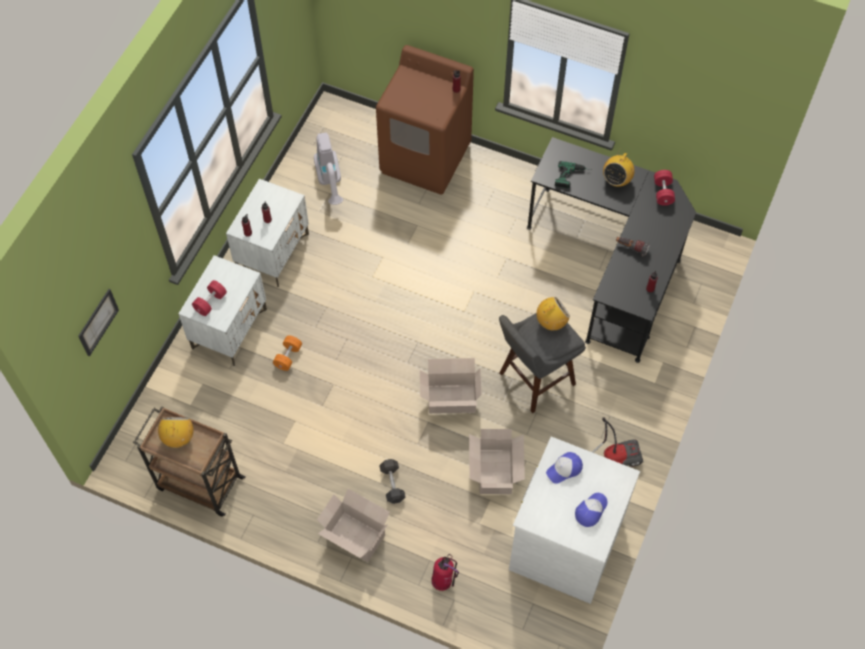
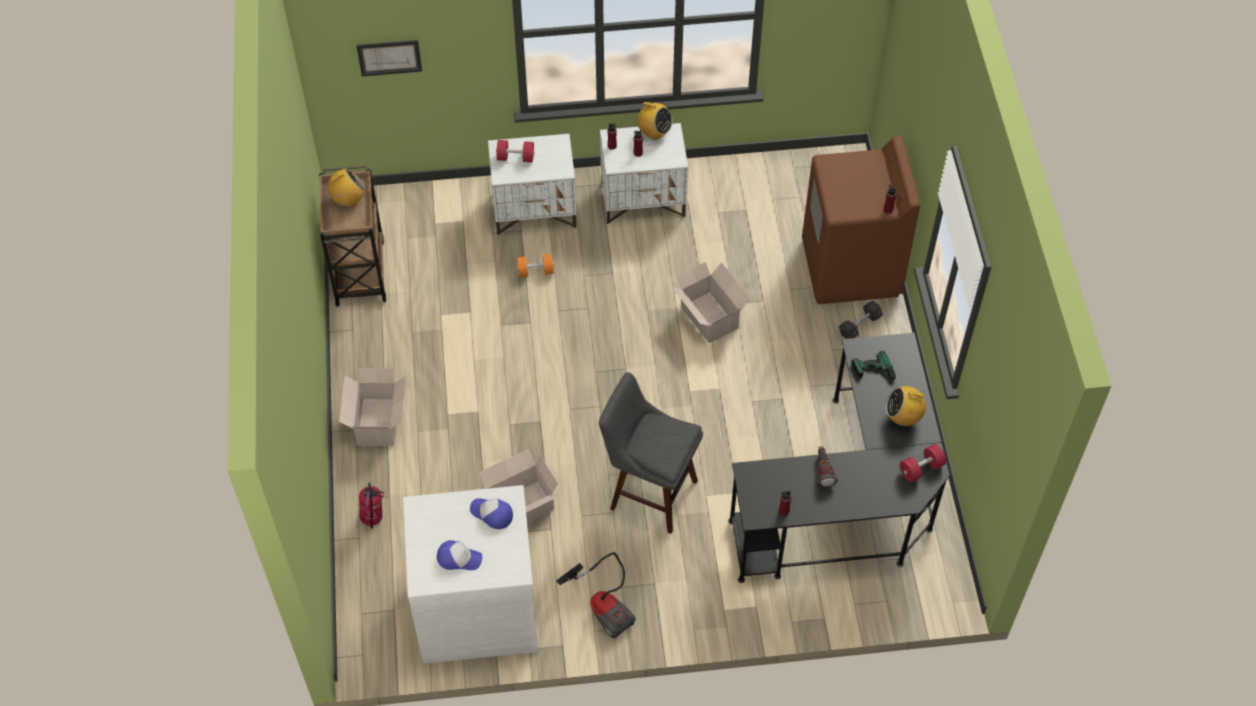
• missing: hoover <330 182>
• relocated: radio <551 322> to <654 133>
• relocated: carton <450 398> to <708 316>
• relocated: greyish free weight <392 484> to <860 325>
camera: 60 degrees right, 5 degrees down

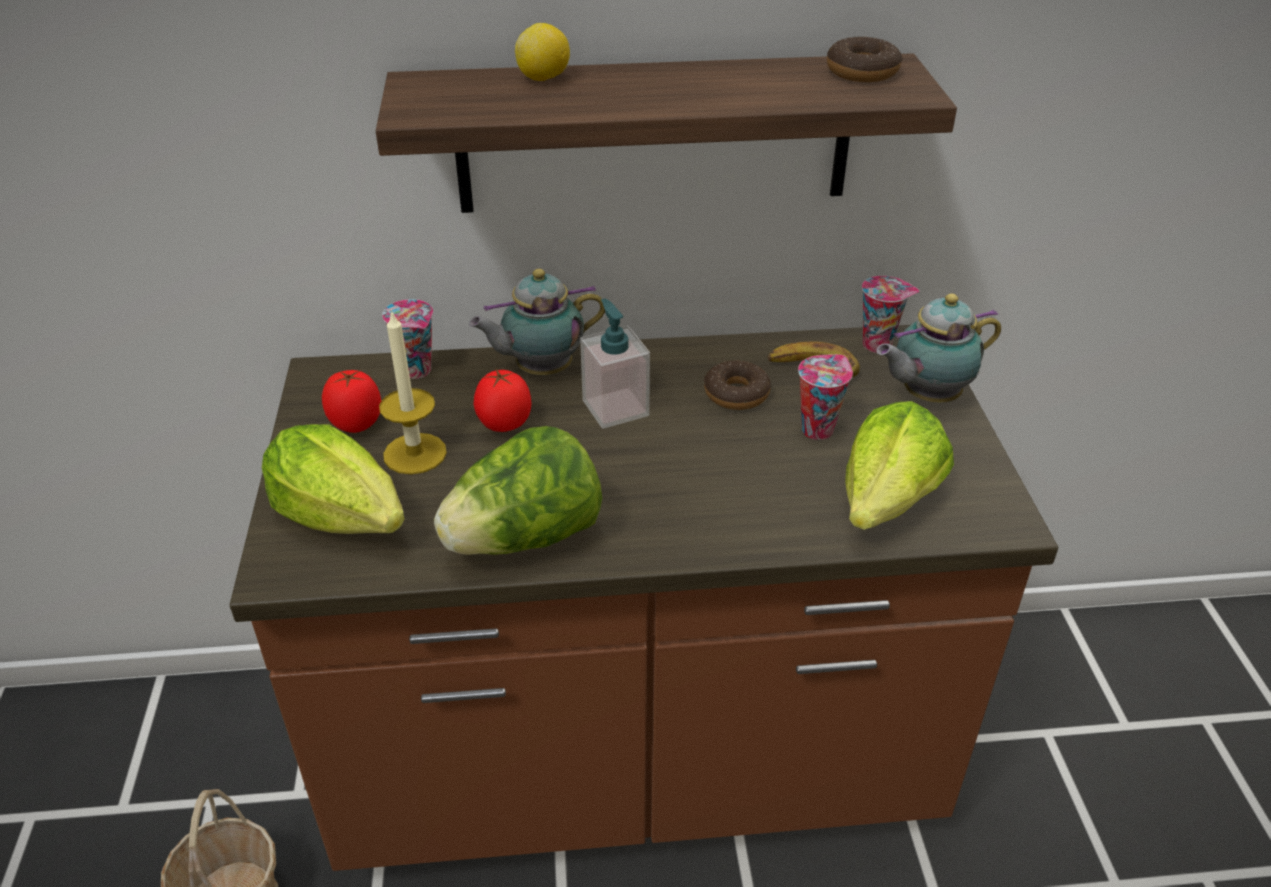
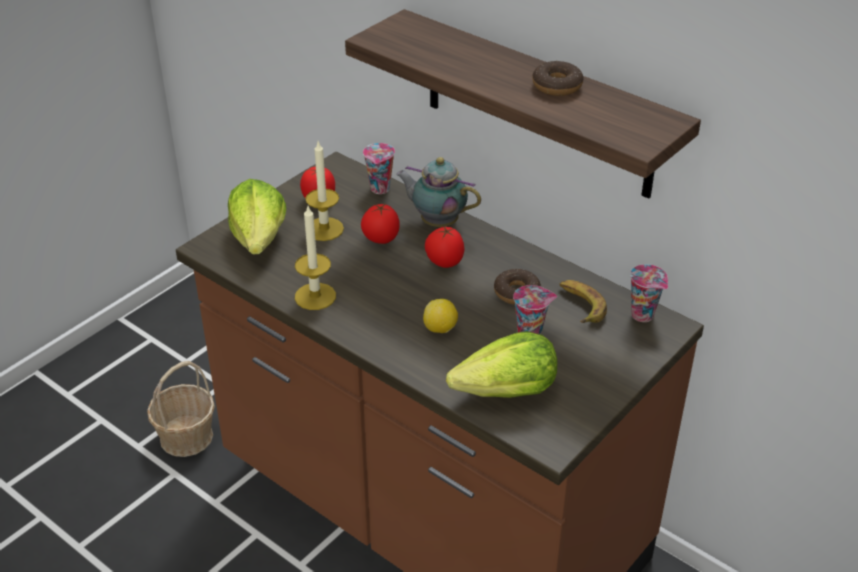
• relocated: citrus fruit <544 78> to <440 329>
• relocated: doughnut <862 72> to <557 86>
• missing: teapot <926 396>
• exchanged: soap bottle <615 408> to fresh tomato <444 262>
• exchanged: lettuce head <525 539> to candle <315 296>
camera: 45 degrees right, 0 degrees up

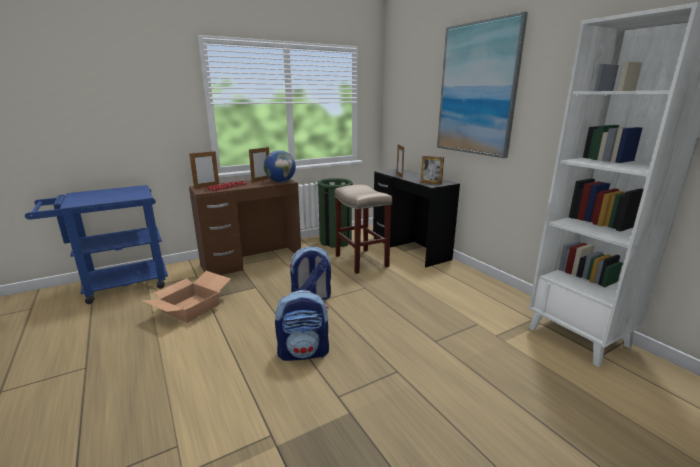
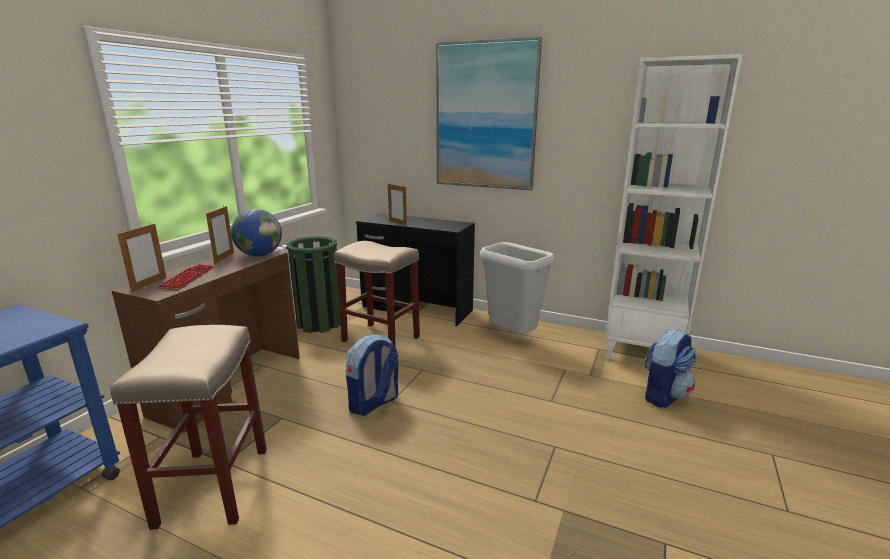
• missing: photo frame <431 183>
• exchanged: carton <191 307> to beige stool <213 484>
• relocated: knapsack <304 352> to <663 395>
• appeared: greyish rubbish bin <513 337>
camera: 35 degrees left, 0 degrees up

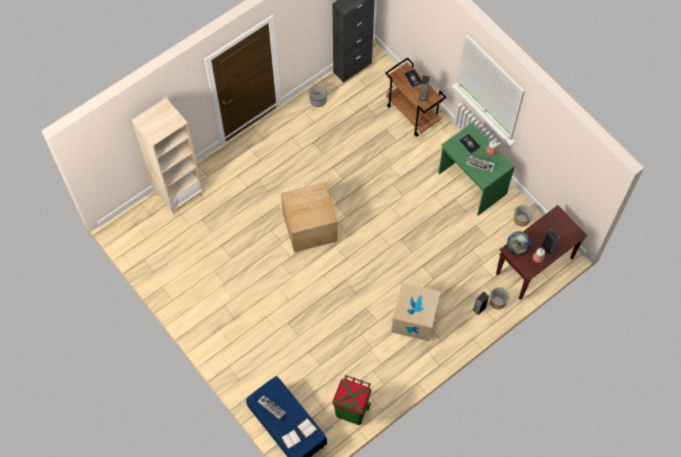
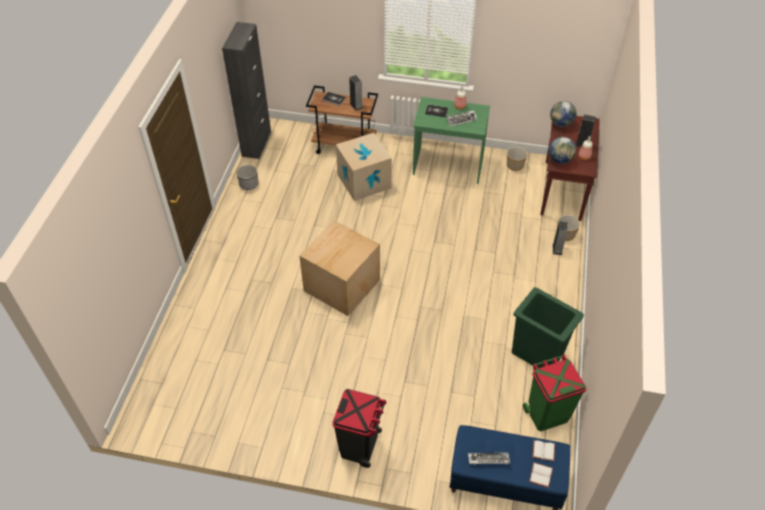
• missing: beige bookshelf <179 194>
• relocated: carton <414 319> to <364 181>
• appeared: globe <561 124>
• appeared: green rubbish bin <538 354>
• appeared: black rubbish bin <360 446>
camera: 40 degrees left, 15 degrees down

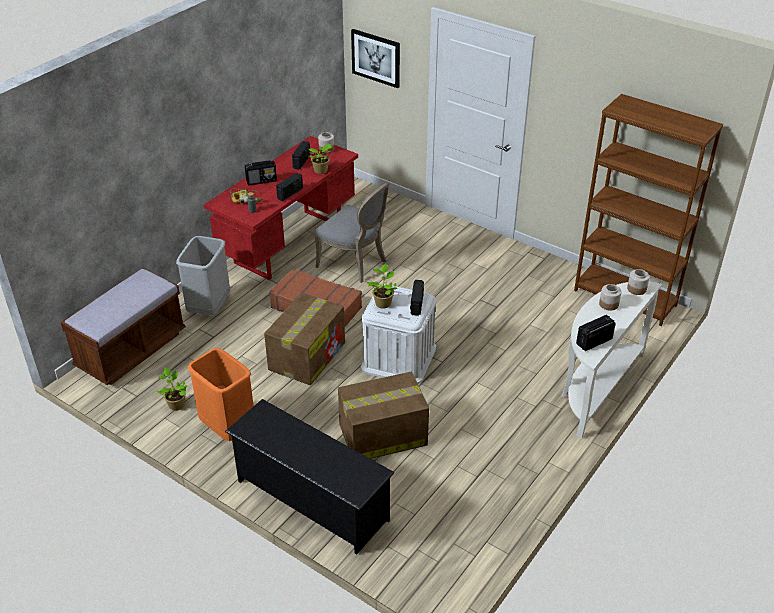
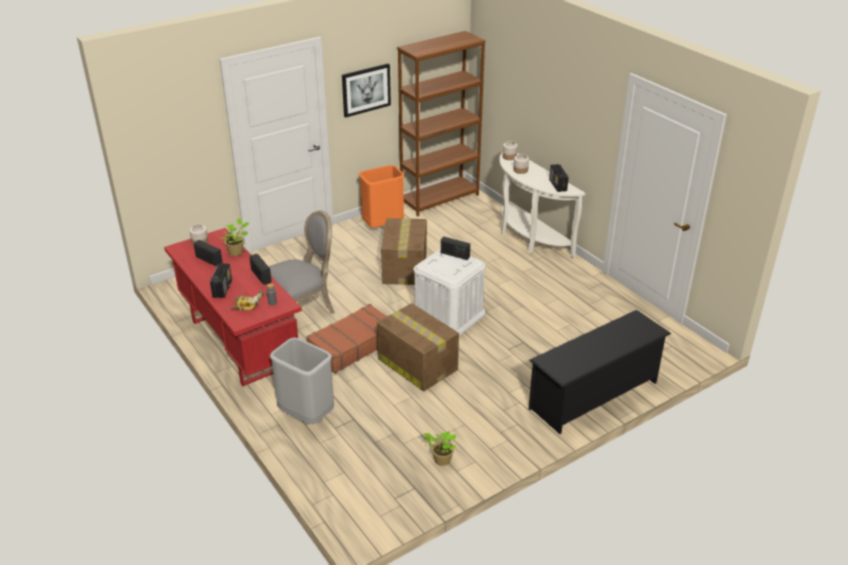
• relocated: wall picture <376 58> to <366 90>
• missing: potted plant <383 303>
• missing: brownish long seat <131 350>
• relocated: orange-coloured rubbish bin <227 428> to <383 226>
• relocated: carton <381 435> to <405 268>
camera: 70 degrees left, 5 degrees down

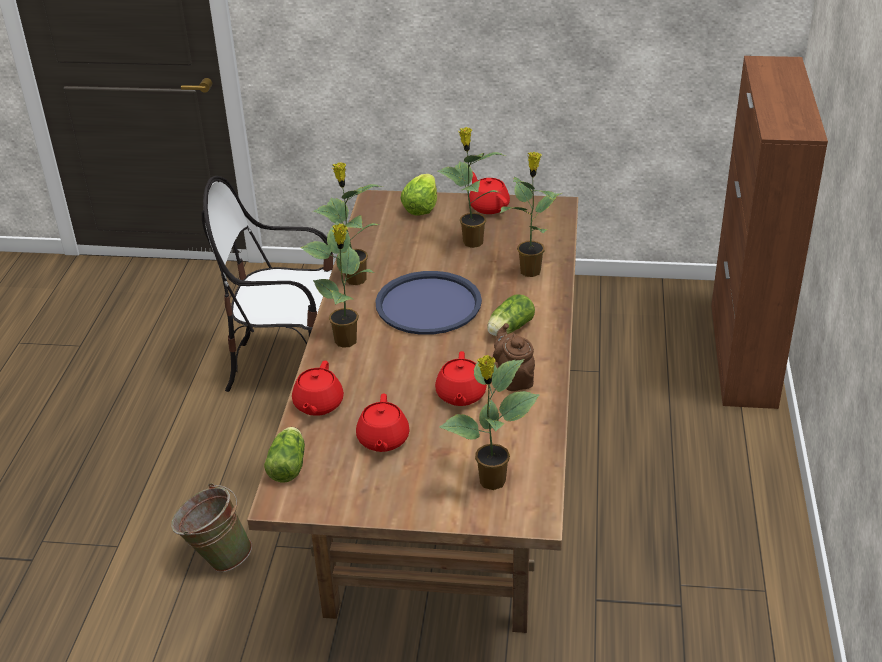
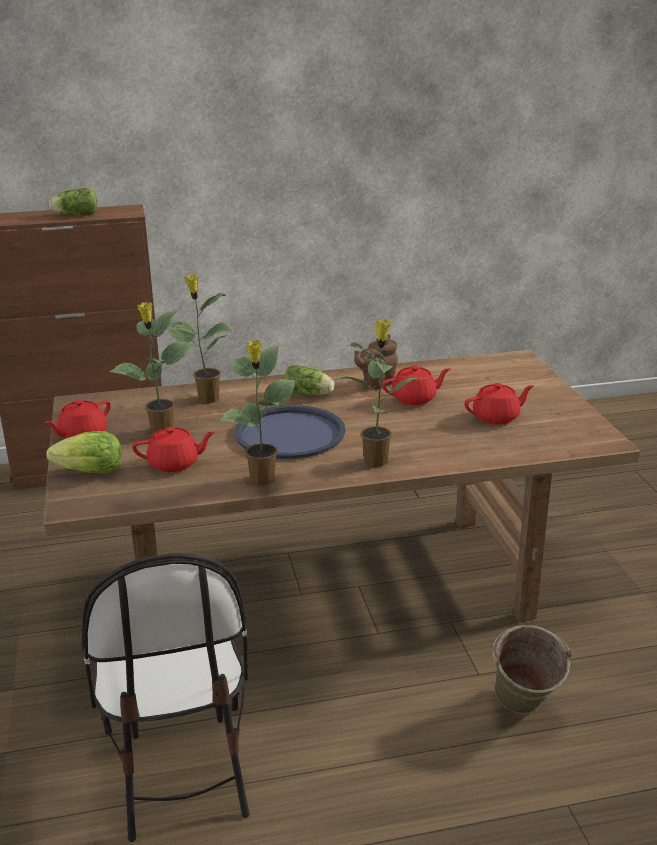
• missing: potted plant <491 482>
• relocated: red teapot <318 405> to <175 464>
• relocated: lettuce head <288 464> to <74 215>
camera: 110 degrees left, 10 degrees down

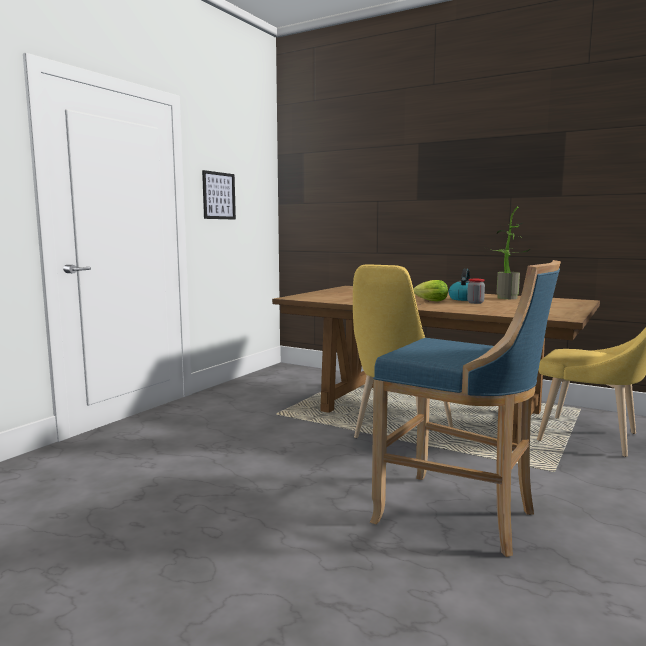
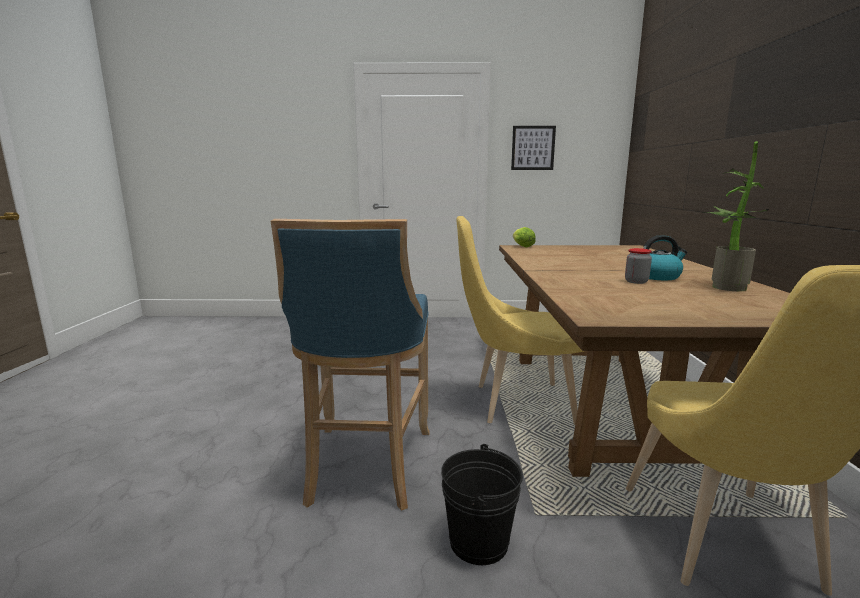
• relocated: lettuce head <429 301> to <521 246>
• appeared: black water bucket <479 542>
camera: 60 degrees right, 5 degrees up

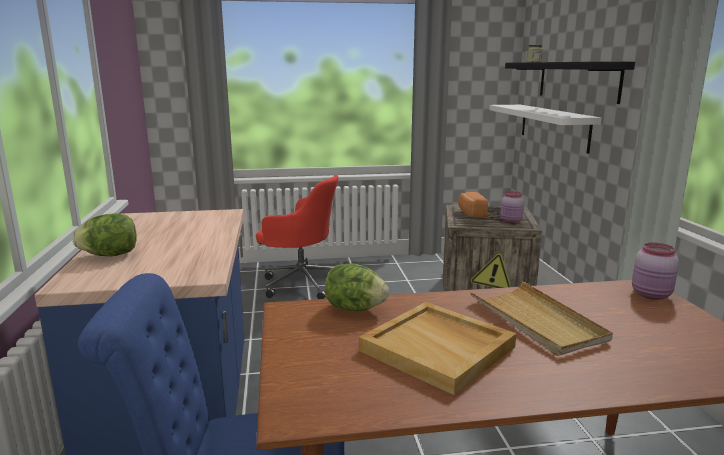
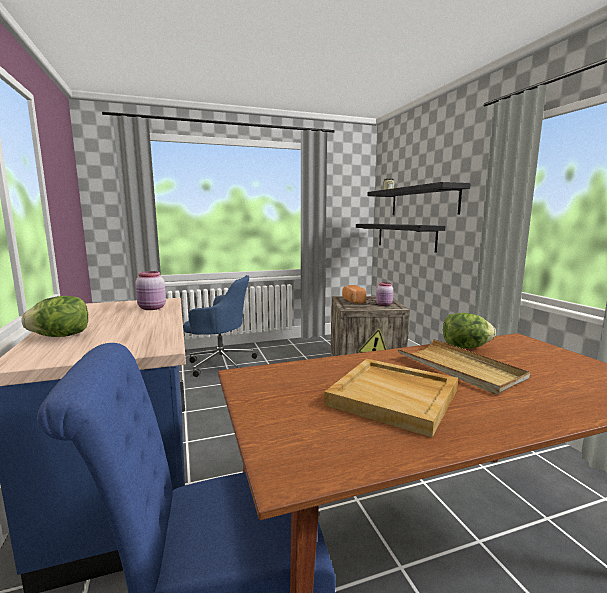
• colour: whitish shelf <553 126> to black shelf <405 236>
• colour: red desk chair <301 282> to bluish desk chair <220 363>
• relocated: pink storage jar <652 295> to <152 308>
• relocated: lettuce head <354 308> to <465 347>
camera: 10 degrees left, 5 degrees down

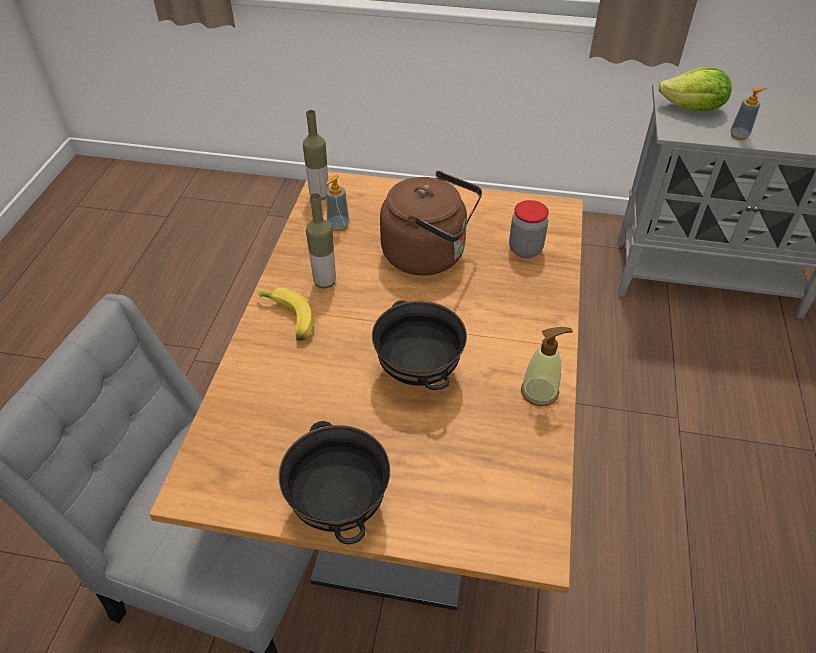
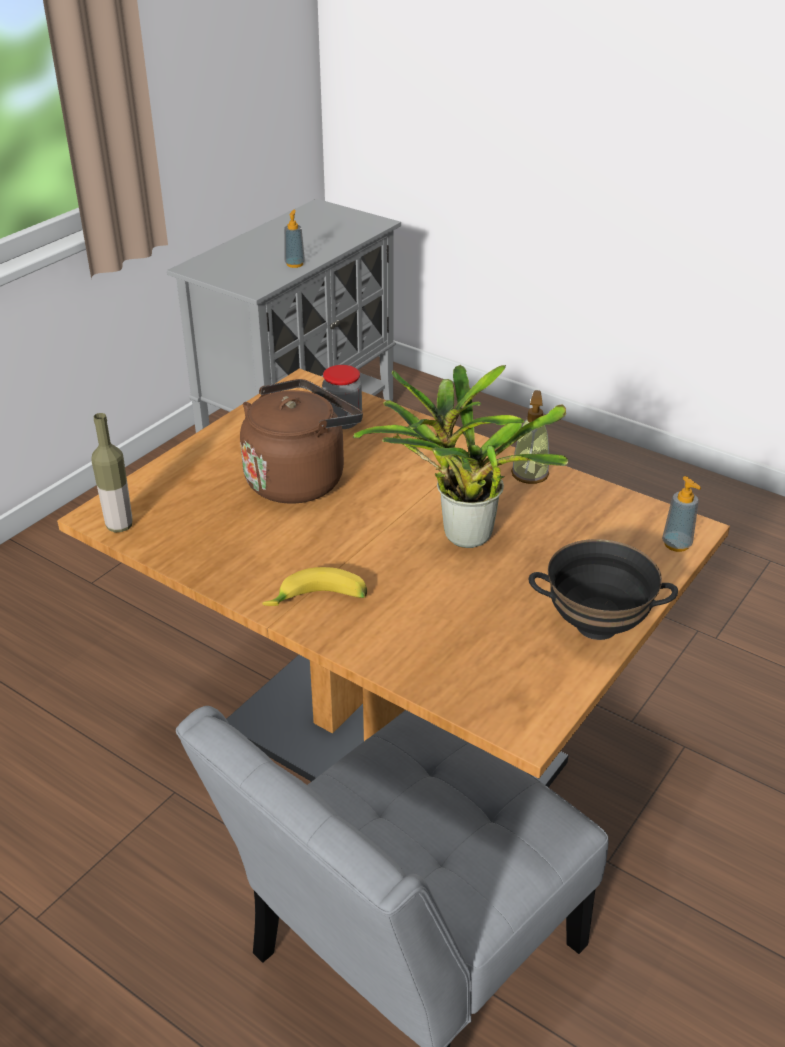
• missing: lettuce head <693 109>
• relocated: soap bottle <338 225> to <676 544>
• missing: bottle <325 282>
• exchanged: black bowl <417 372> to potted plant <460 534>
camera: 65 degrees left, 10 degrees down

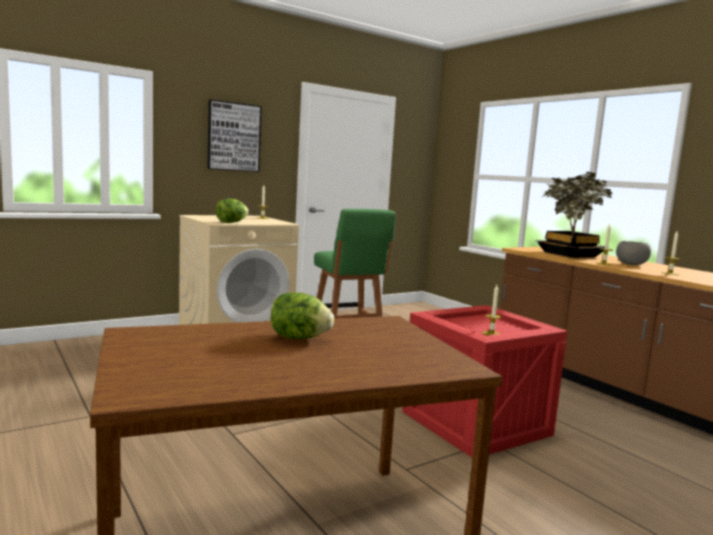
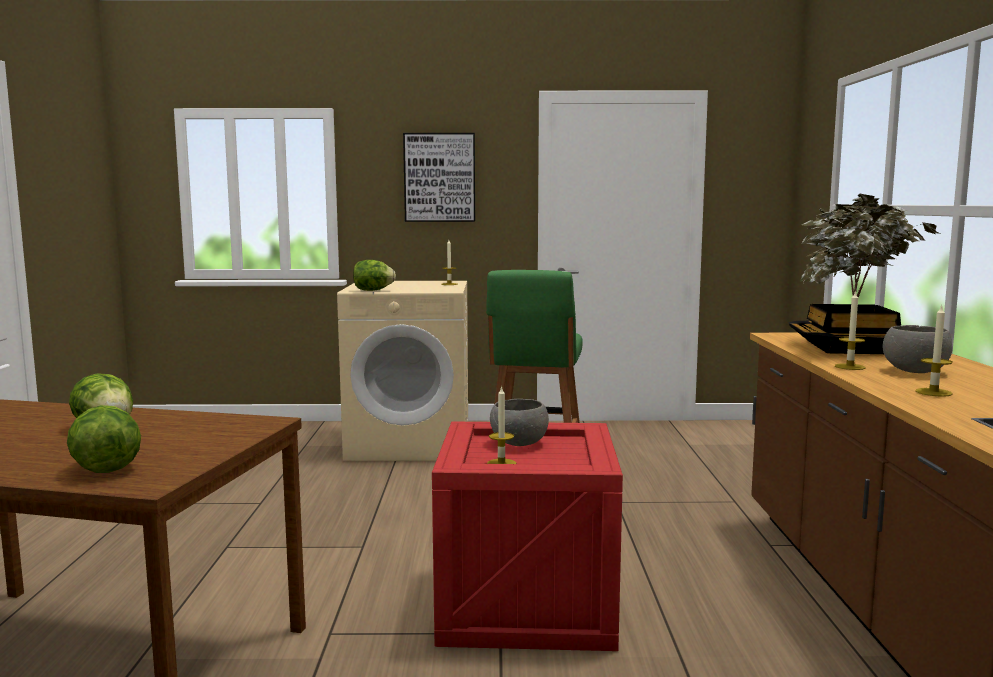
• appeared: greyish bowl <519 444>
• appeared: lettuce head <106 468>
camera: 35 degrees right, 0 degrees up

